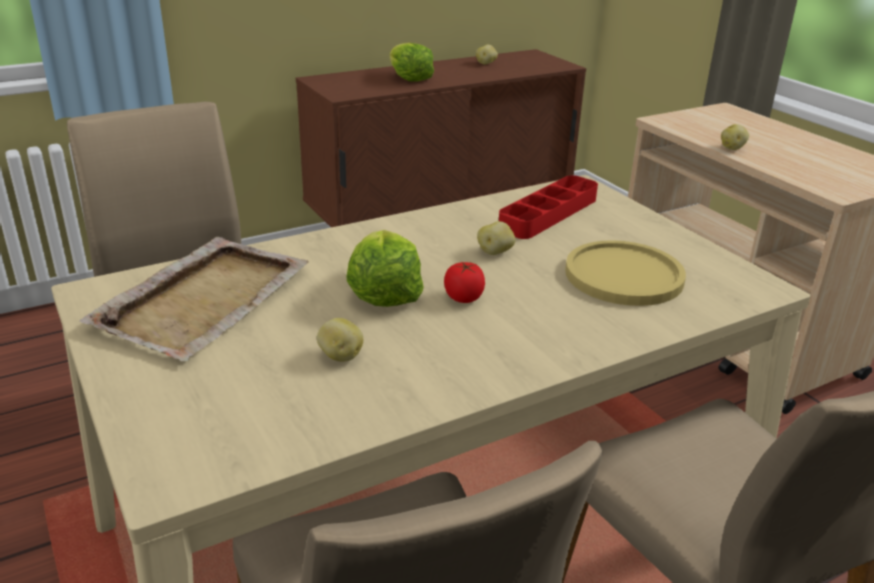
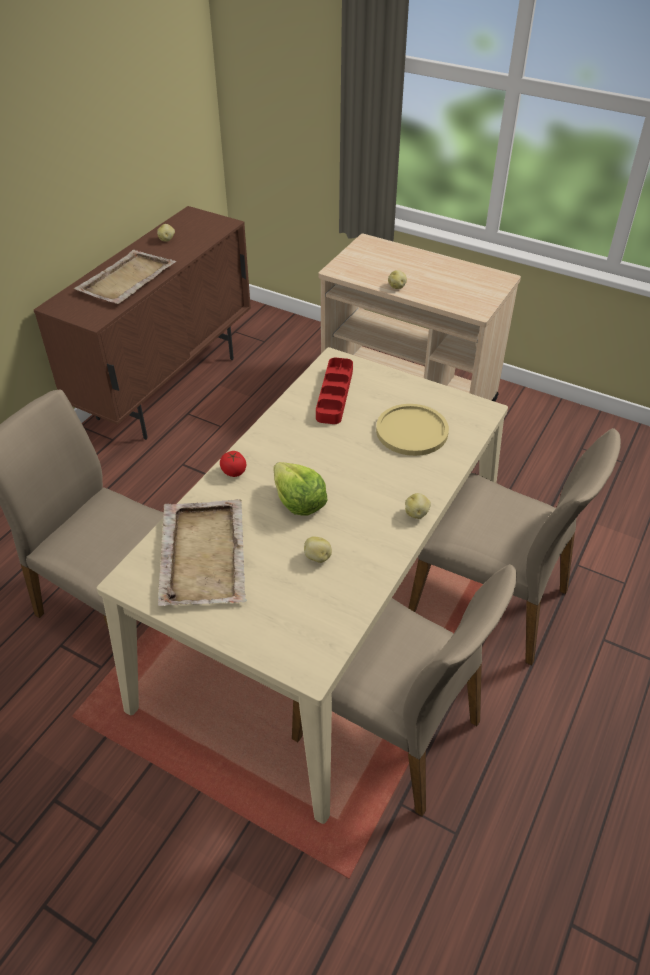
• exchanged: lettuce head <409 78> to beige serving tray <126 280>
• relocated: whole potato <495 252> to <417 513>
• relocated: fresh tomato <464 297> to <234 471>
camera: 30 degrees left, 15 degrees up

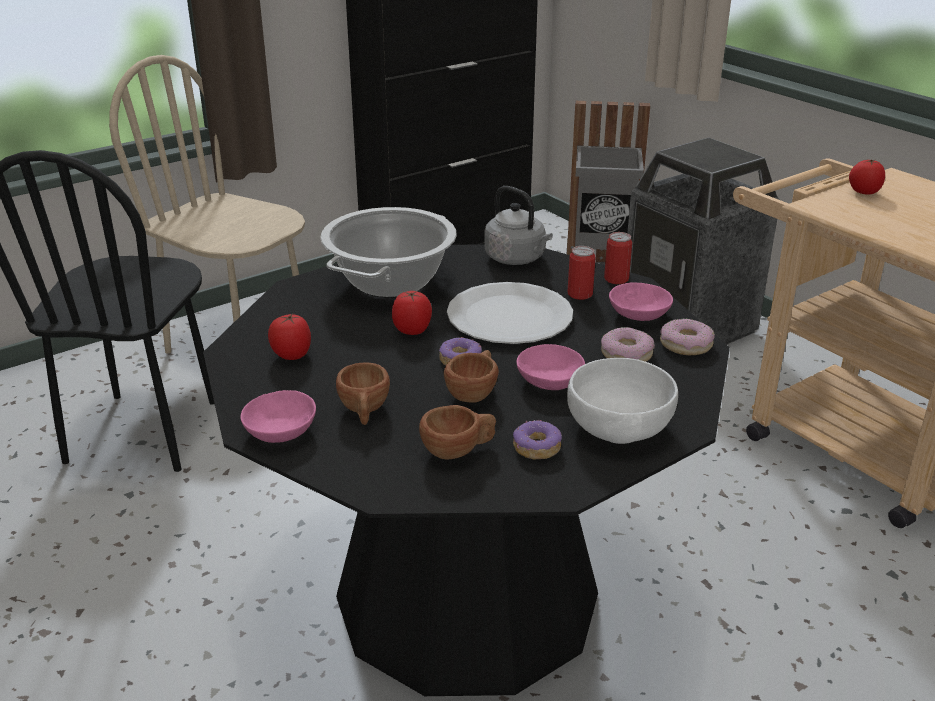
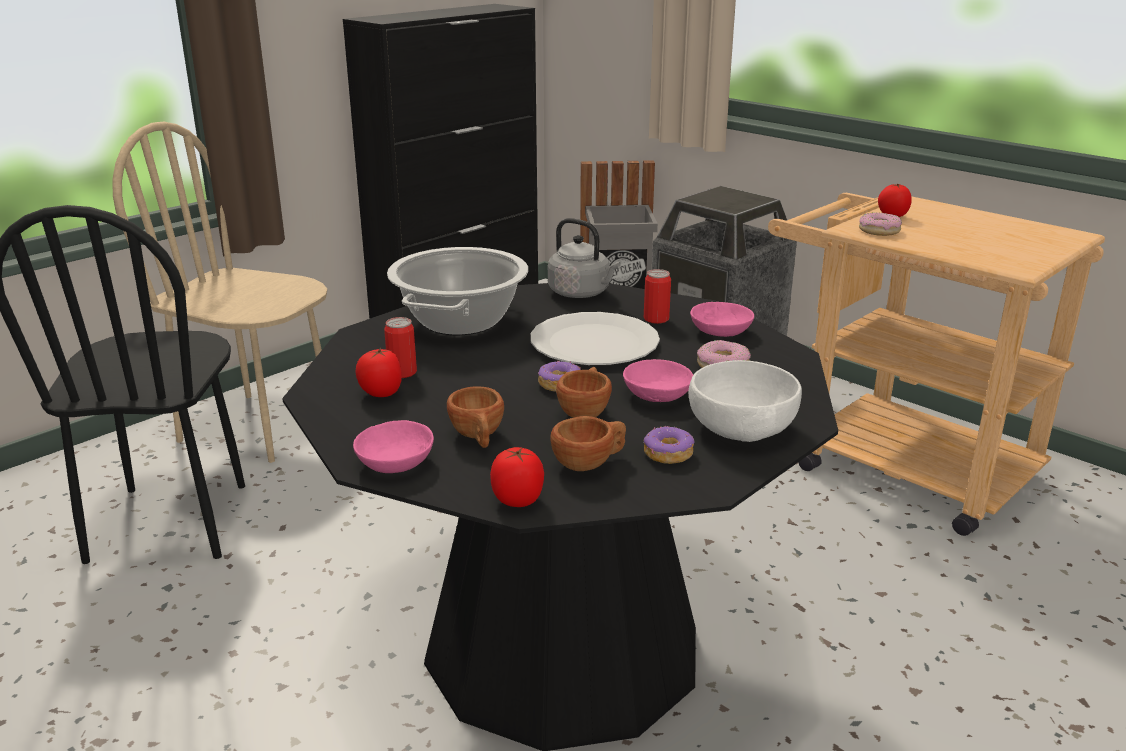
• relocated: sealed can <616 279> to <402 372>
• relocated: fresh tomato <413 330> to <518 500>
• relocated: doughnut <686 344> to <879 231>
camera: 10 degrees left, 5 degrees down

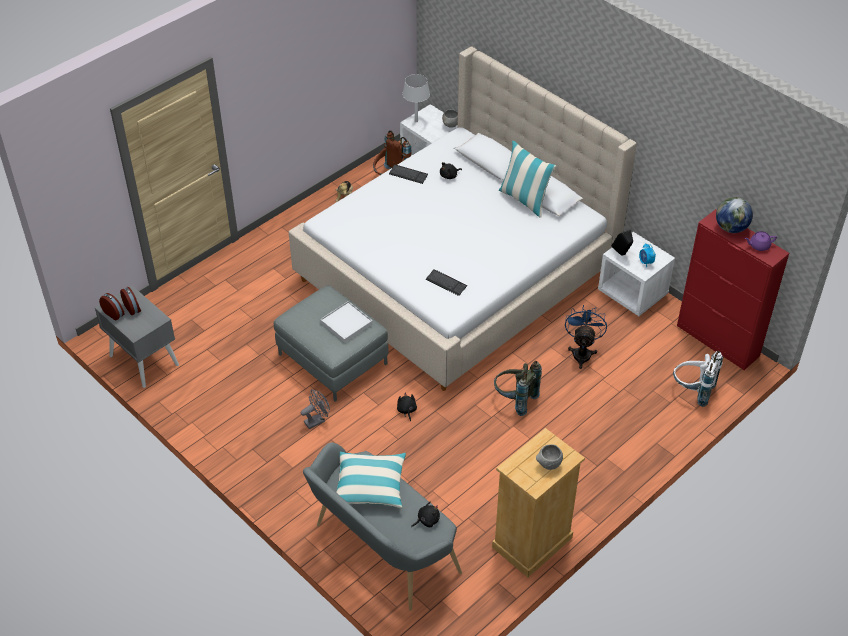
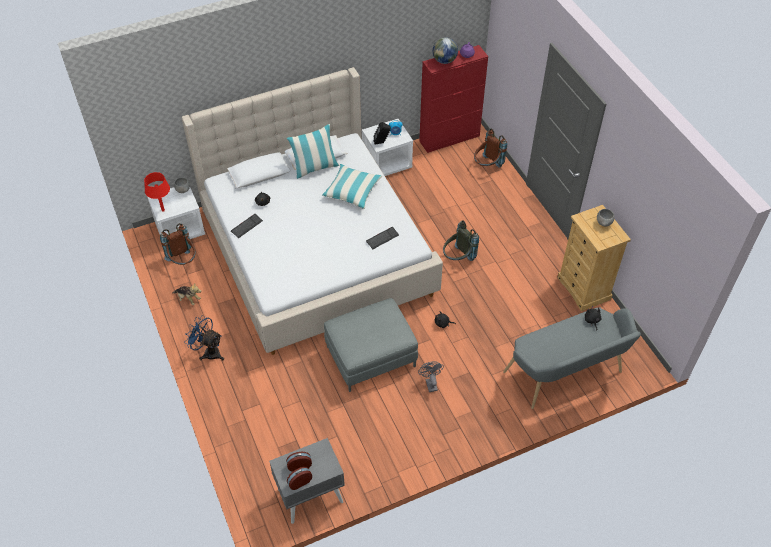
• colour: greyish lamp for a table <416 121> to red lamp for a table <163 210>
• missing: whitish serving tray <346 323>
• relocated: bluish fan <582 352> to <208 352>
• colour: whitish knapsack <692 391> to brownish knapsack <487 166>
• relocated: cushion <369 486> to <352 191>
camera: 70 degrees left, 5 degrees up

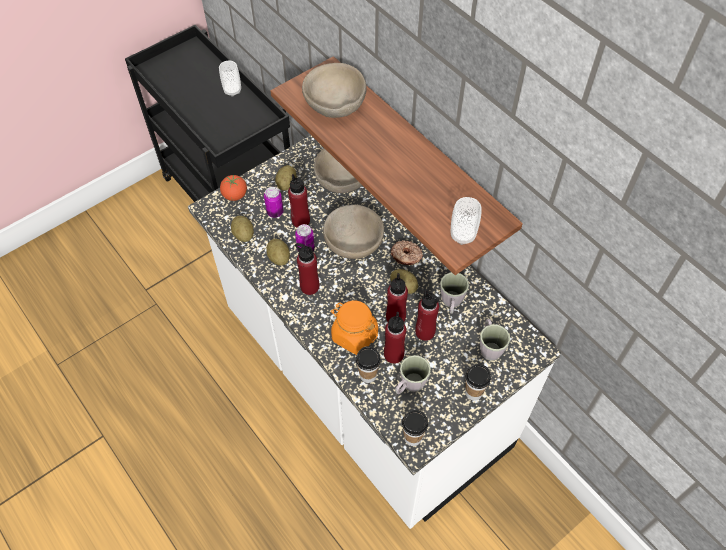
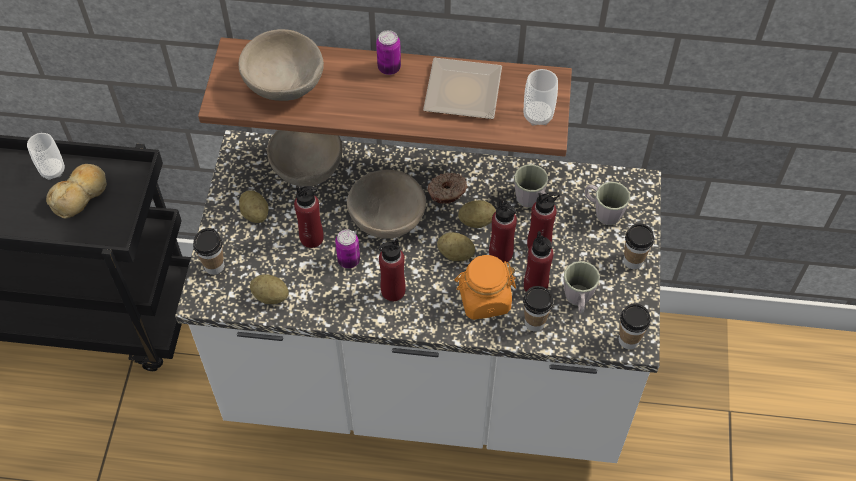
• exchanged: fresh tomato <235 195> to cup <214 266>
• relocated: sealed can <275 212> to <389 68>
• relocated: whole potato <279 258> to <455 254>
• appeared: plate <460 93>
• appeared: bakery bread <80 195>
camera: 45 degrees left, 0 degrees up

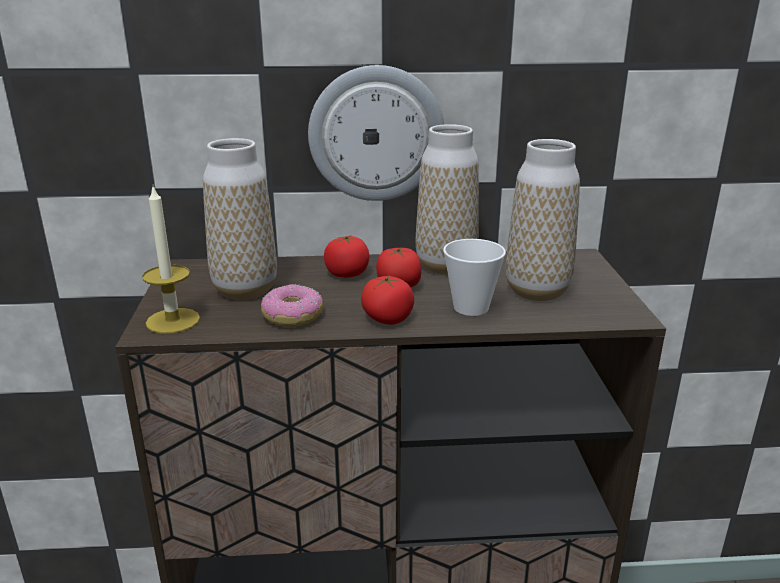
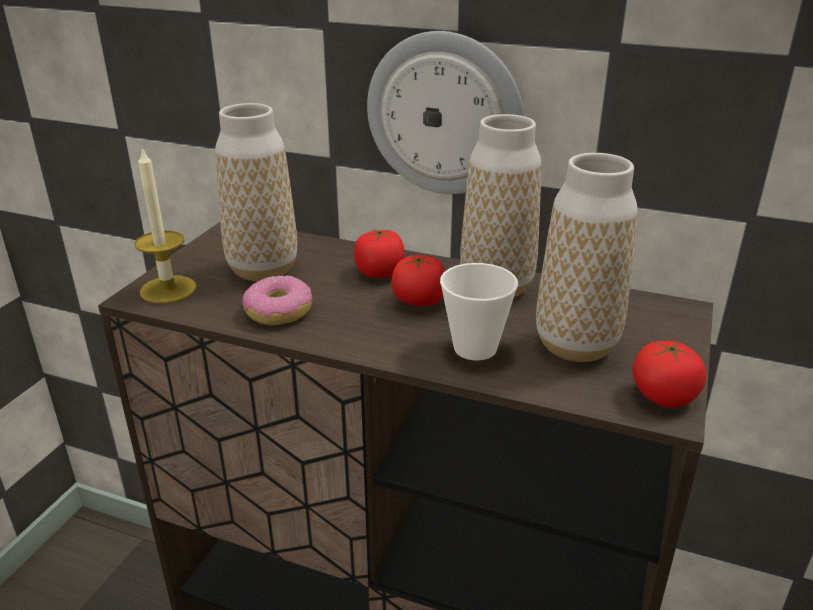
• relocated: fresh tomato <387 319> to <663 396>
camera: 25 degrees right, 5 degrees up

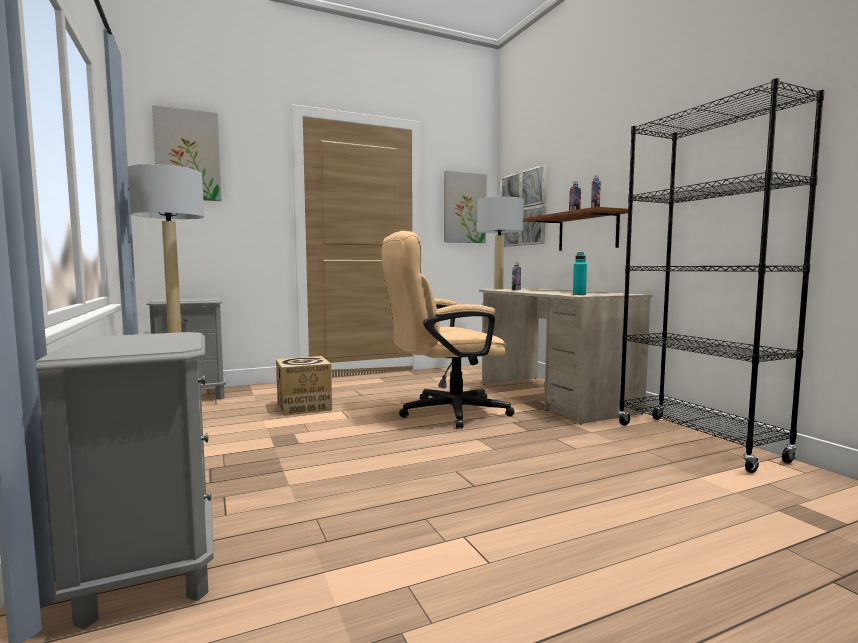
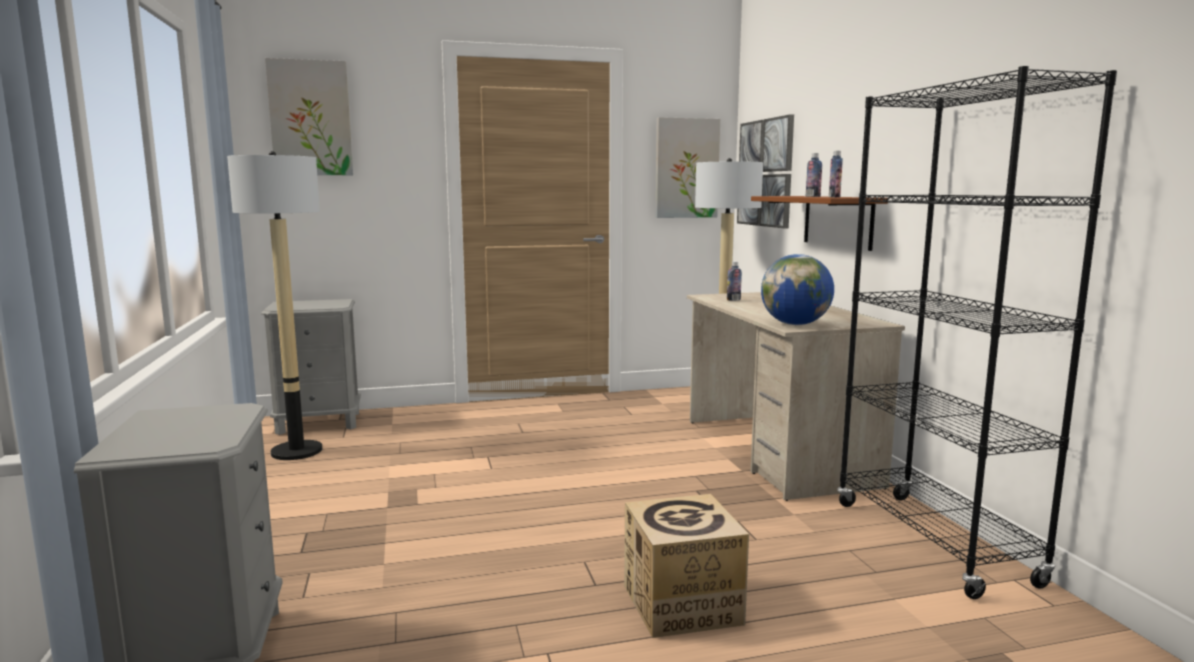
• missing: beige desk chair <444 412>
• exchanged: turquoise-coloured bottle <579 294> to globe <795 324>
• relocated: carton <304 407> to <681 604>
camera: 10 degrees right, 5 degrees up

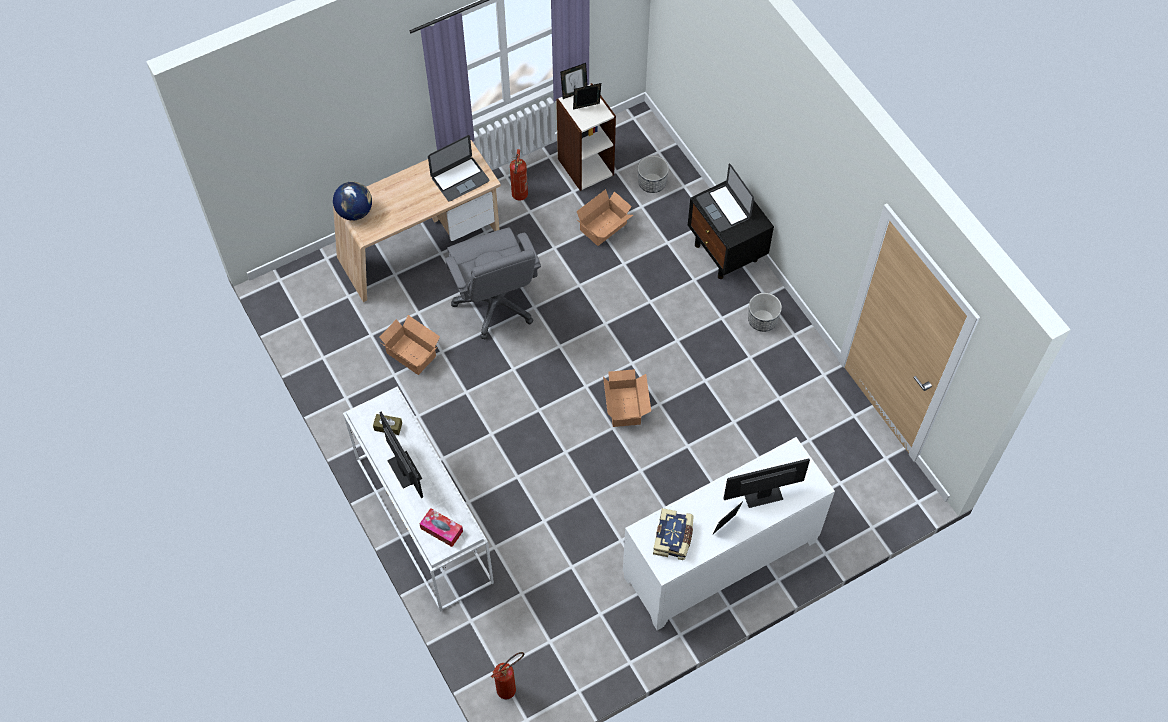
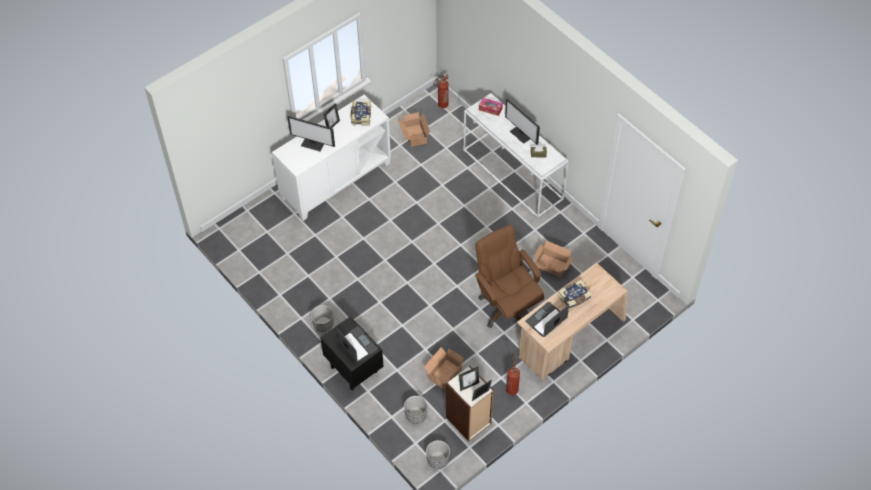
• missing: globe <355 212>
• colour: greyish desk chair <496 303> to brownish desk chair <506 307>
• relocated: carton <626 405> to <414 136>
• spun: monitor <762 495> = <313 143> 45 degrees clockwise
• appeared: bound book <574 298>
• appeared: plant pot <438 460>
camera: 170 degrees right, 5 degrees down

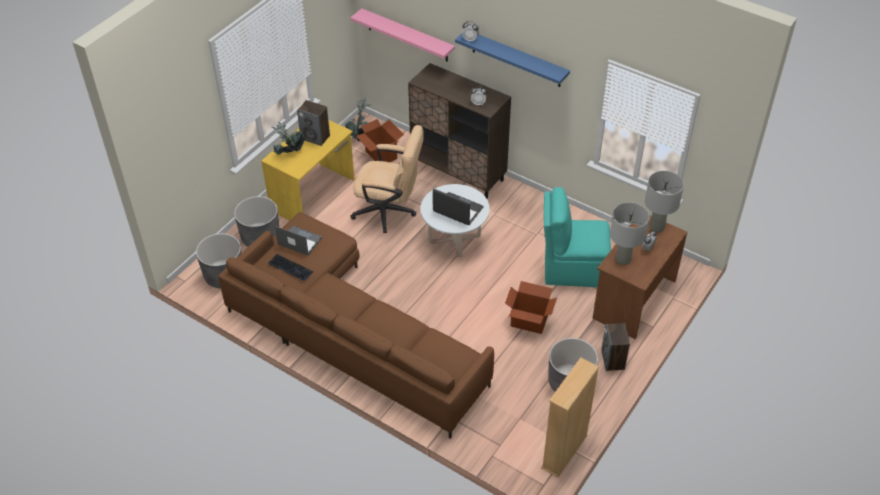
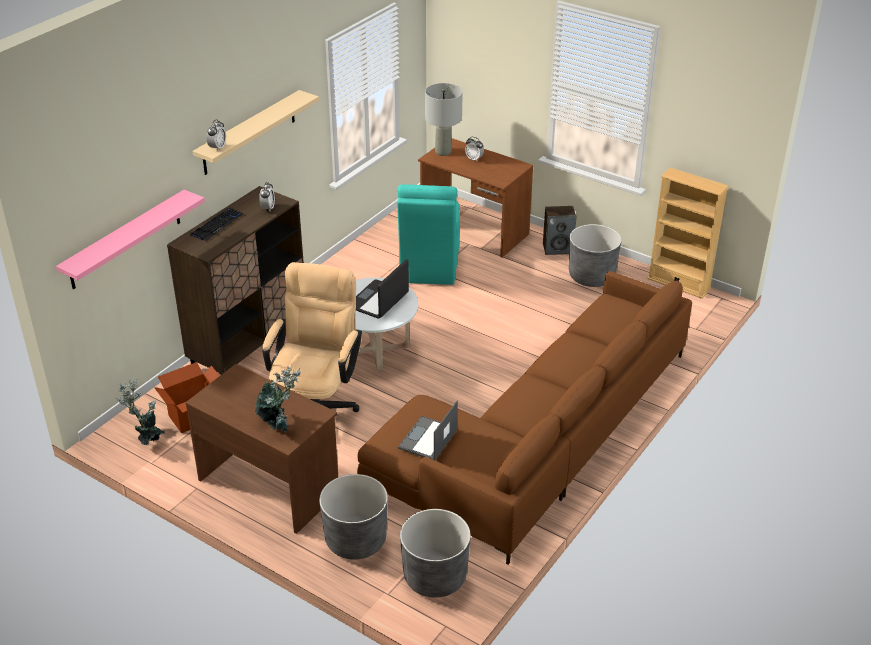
• colour: bluish shelf <516 59> to beige shelf <249 133>
• missing: audio speaker <315 137>
• colour: yellow desk table <313 195> to brownish desk table <269 485>
• missing: greyish lamp for a table <622 259>
• relocated: keyboard <290 268> to <217 225>
• missing: carton <529 322>
camera: 90 degrees left, 10 degrees down

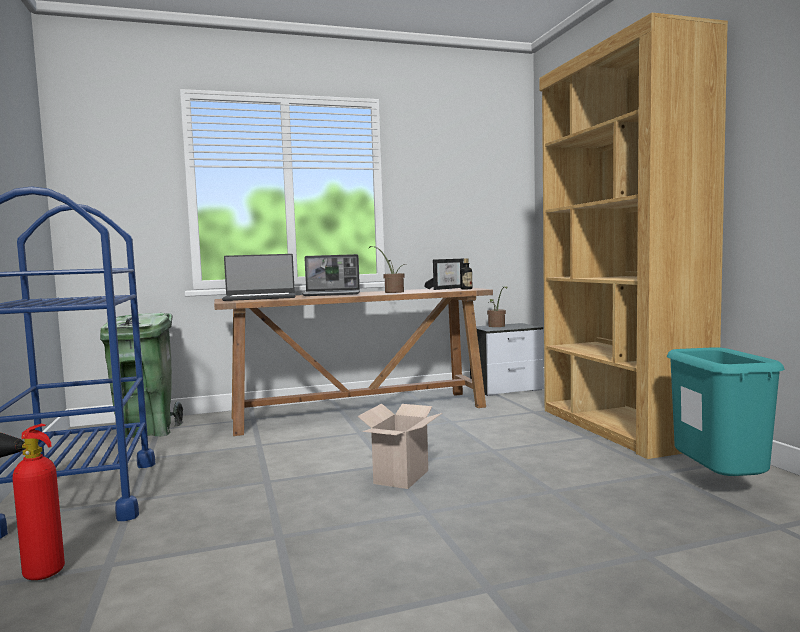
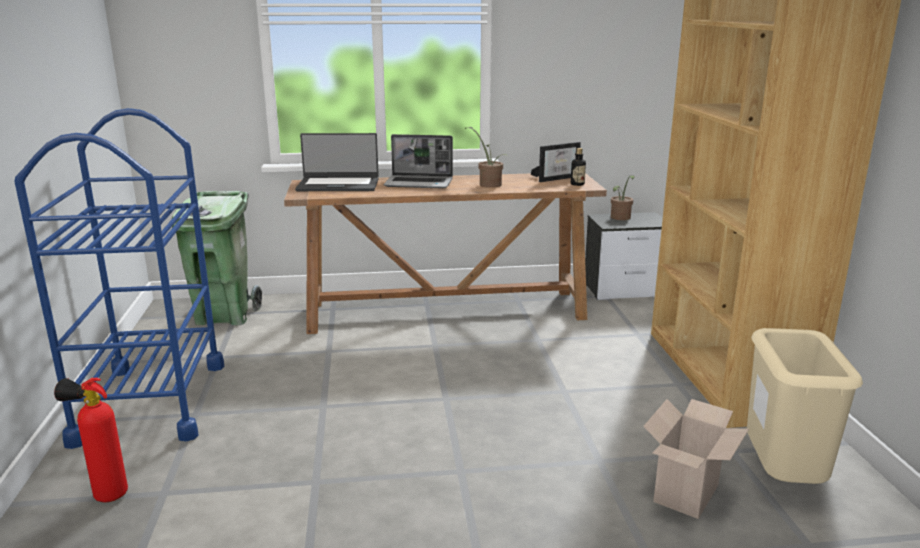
• colour: turquoise-coloured rubbish bin <720 486> to beige rubbish bin <782 480>
• relocated: carton <402 478> to <687 495>
camera: 10 degrees right, 15 degrees up

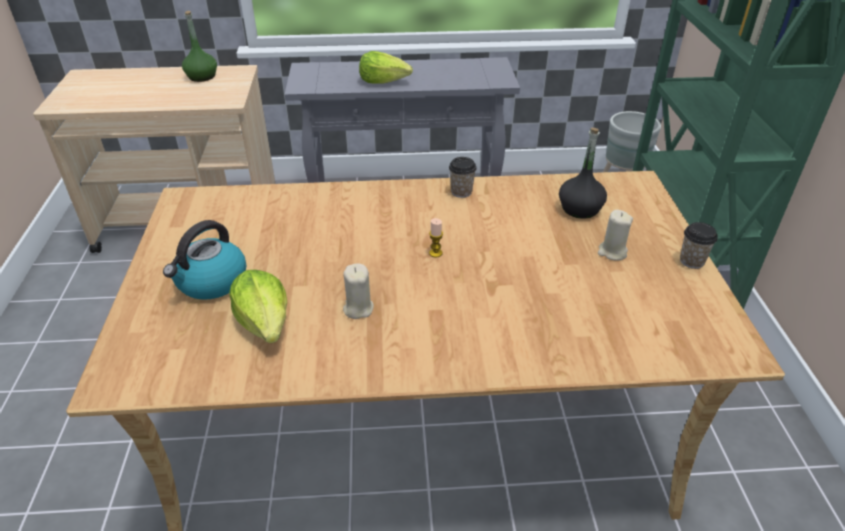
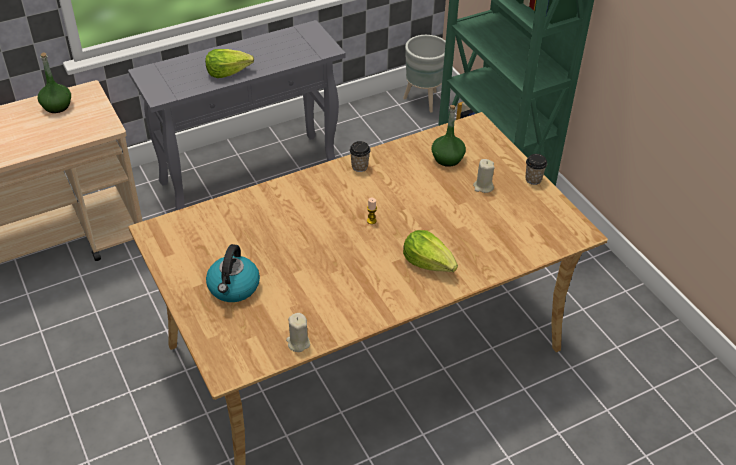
• colour: black bottle <580 208> to green bottle <447 158>
• relocated: beige candle <358 308> to <298 343>
• relocated: lettuce head <265 323> to <428 263>
camera: 25 degrees left, 5 degrees up

